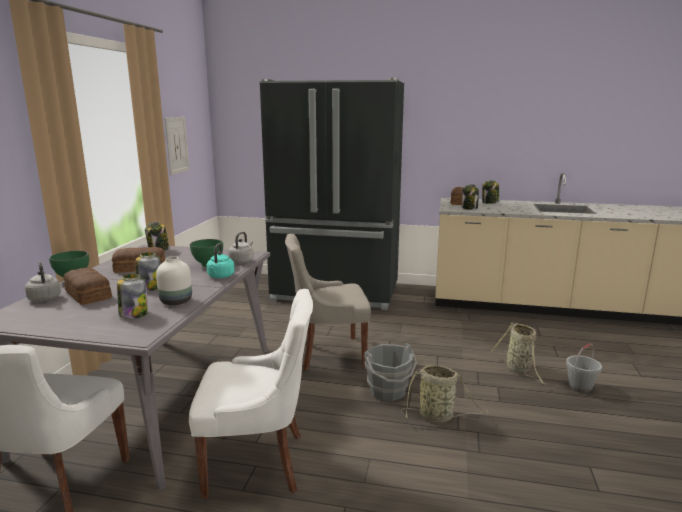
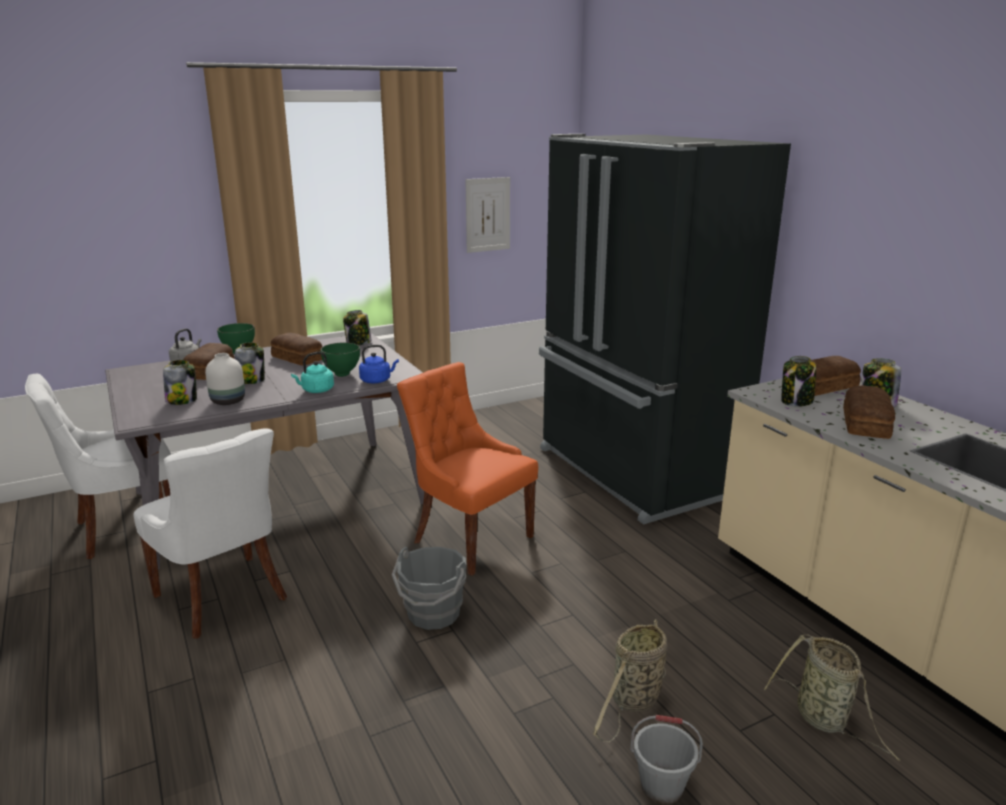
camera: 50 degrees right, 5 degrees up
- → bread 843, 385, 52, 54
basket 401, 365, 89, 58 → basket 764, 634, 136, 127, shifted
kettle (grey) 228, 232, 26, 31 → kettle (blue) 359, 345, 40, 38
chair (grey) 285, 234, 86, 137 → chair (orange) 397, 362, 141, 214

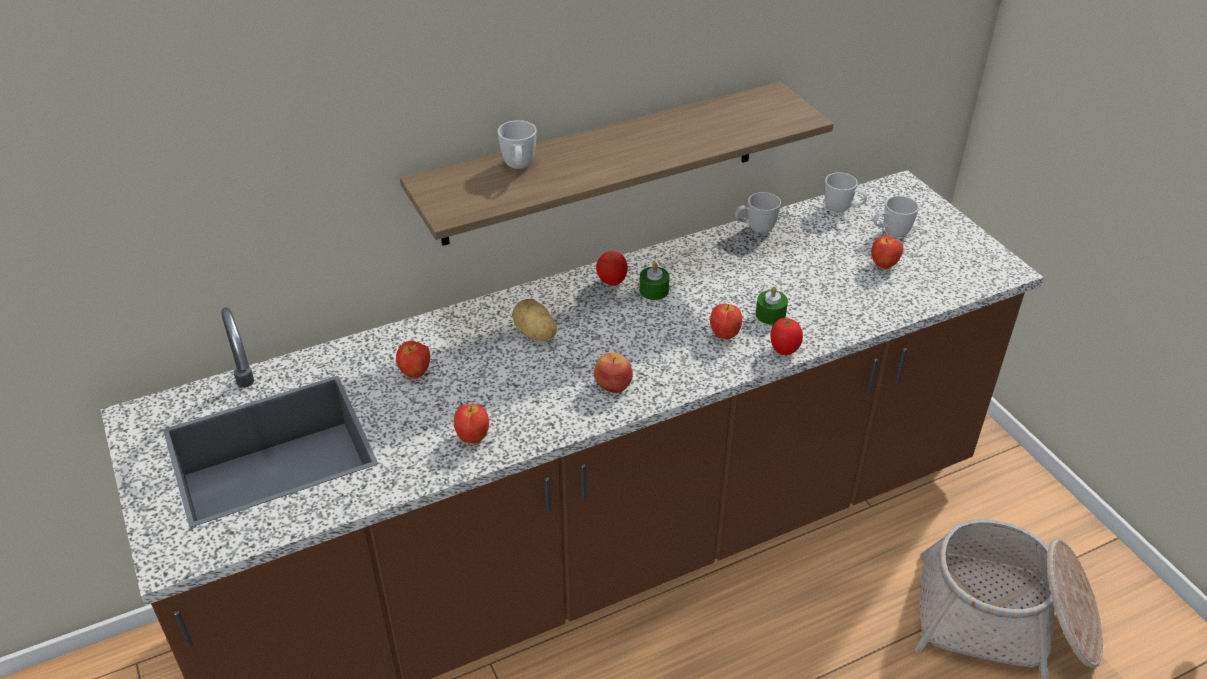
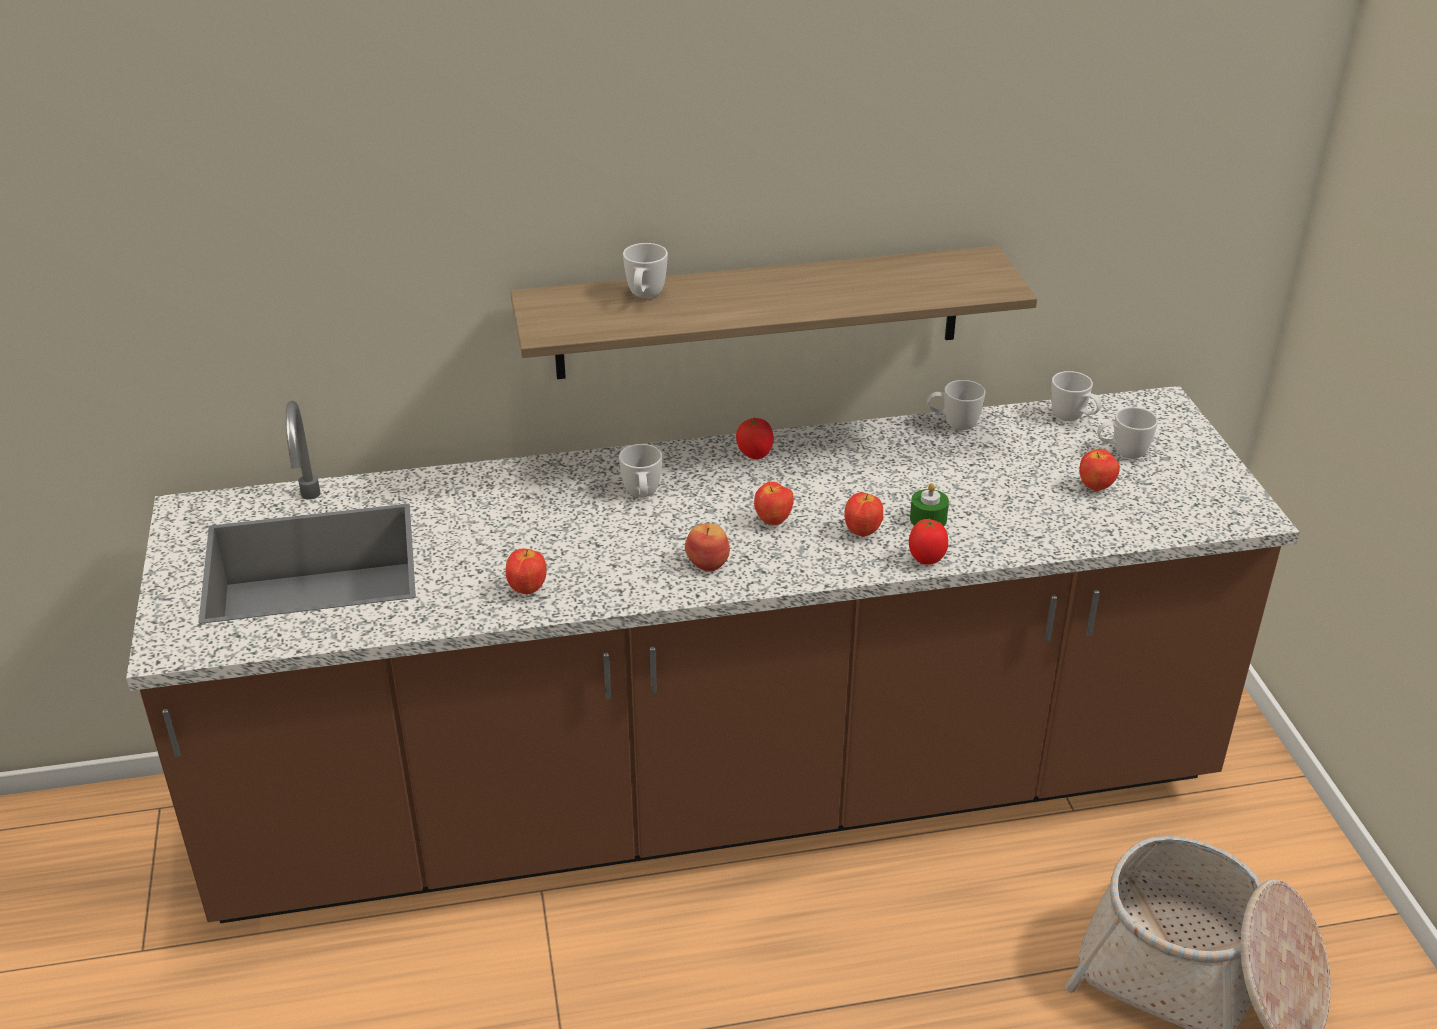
camera: 15 degrees right, 5 degrees down
candle (green) 640, 263, 29, 37 → -
apple 396, 341, 34, 37 → apple 754, 482, 40, 43, shifted
potato 512, 299, 45, 42 → mug (white) 619, 444, 43, 53

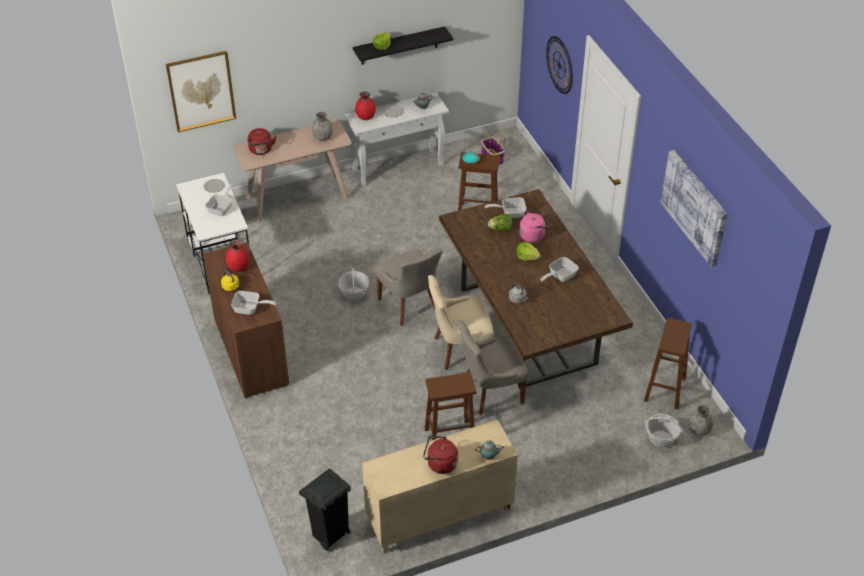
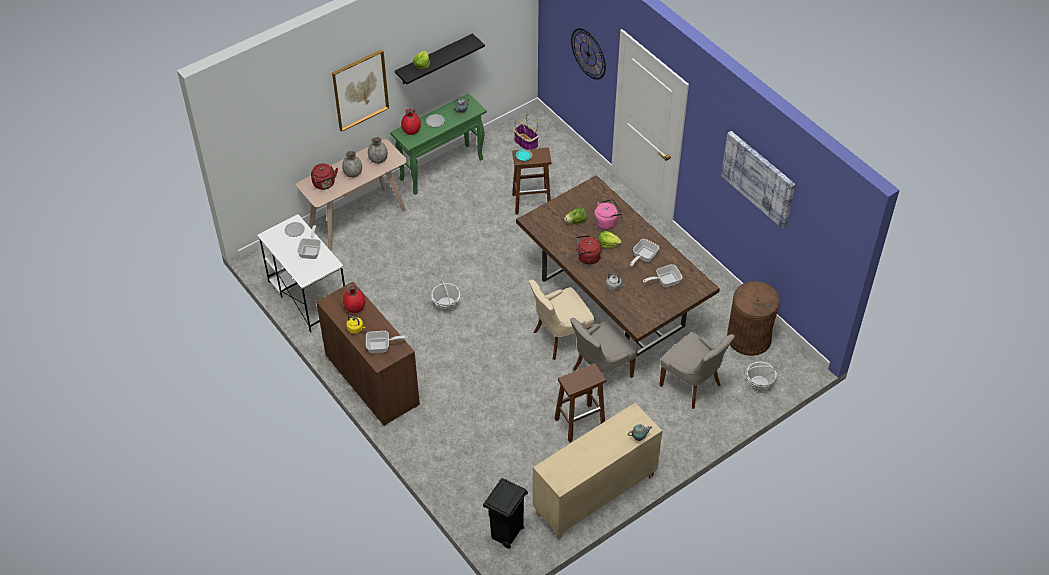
camera: 15 degrees left, 5 degrees up
picture 166, 51, 70, 81 → picture 332, 49, 57, 83, shifted
chair (grey) 375, 248, 68, 78 → chair (grey) 659, 332, 76, 77, shifted
kettle (red) 423, 436, 35, 38 → kettle (red) 576, 235, 26, 30, shifted
frying pan 485, 197, 41, 21 → frying pan 643, 264, 39, 23, shifted
vase (grey) 689, 405, 24, 31 → vase (grey) 342, 150, 20, 28, shifted
stool (brown) 644, 318, 48, 92 → trash can (brown) 727, 281, 53, 75
console table (white) 345, 92, 104, 94 → console table (green) 390, 93, 97, 102

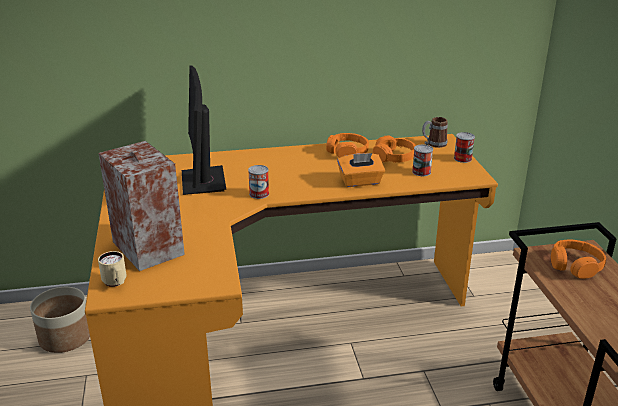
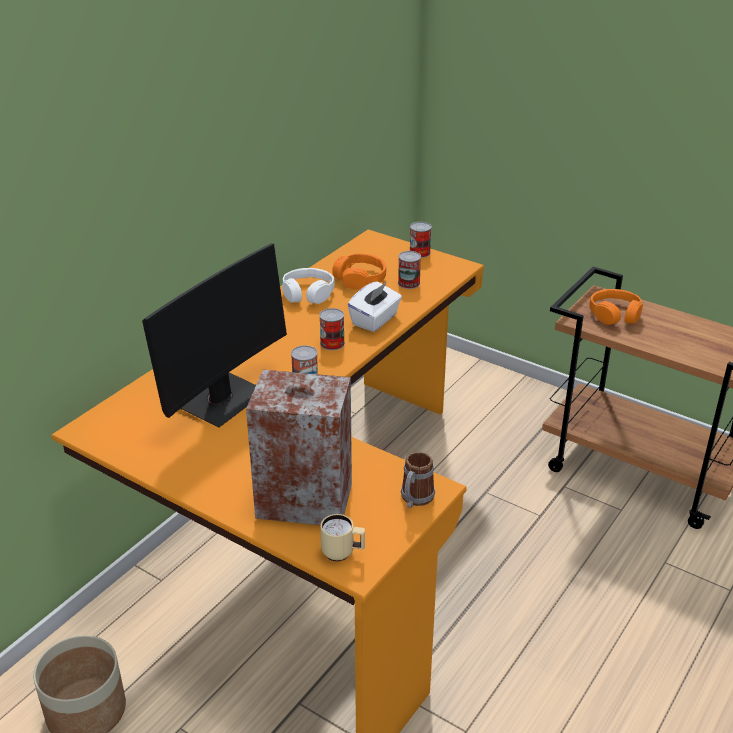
camera: 45 degrees left, 5 degrees up
- → can 319, 308, 26, 42
mug 422, 117, 26, 31 → mug 401, 452, 34, 56, shifted
headphones (orange) 326, 133, 43, 25 → headphones (white) 282, 268, 53, 36
tissue box (orange) 337, 153, 48, 34 → tissue box (white) 348, 281, 54, 51
monitor 182, 66, 44, 129 → monitor 142, 243, 145, 185, 90 degrees counterclockwise

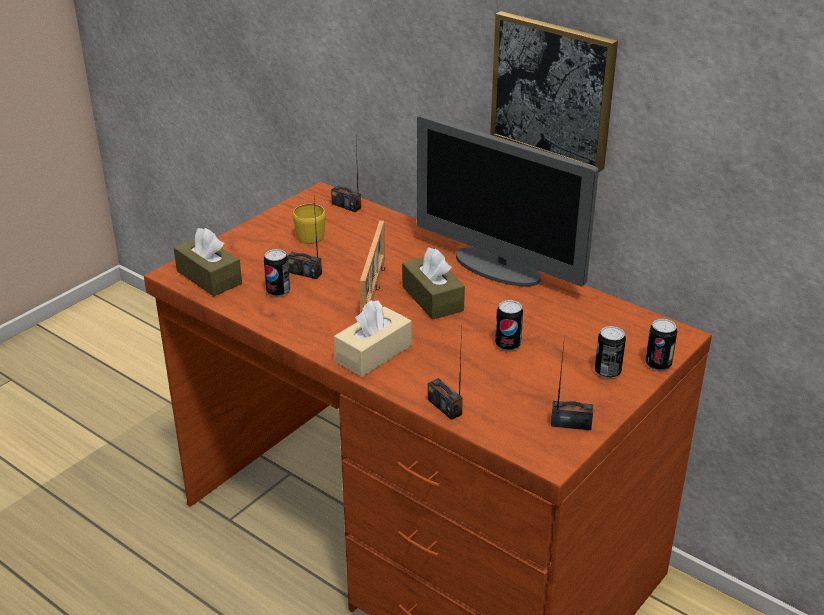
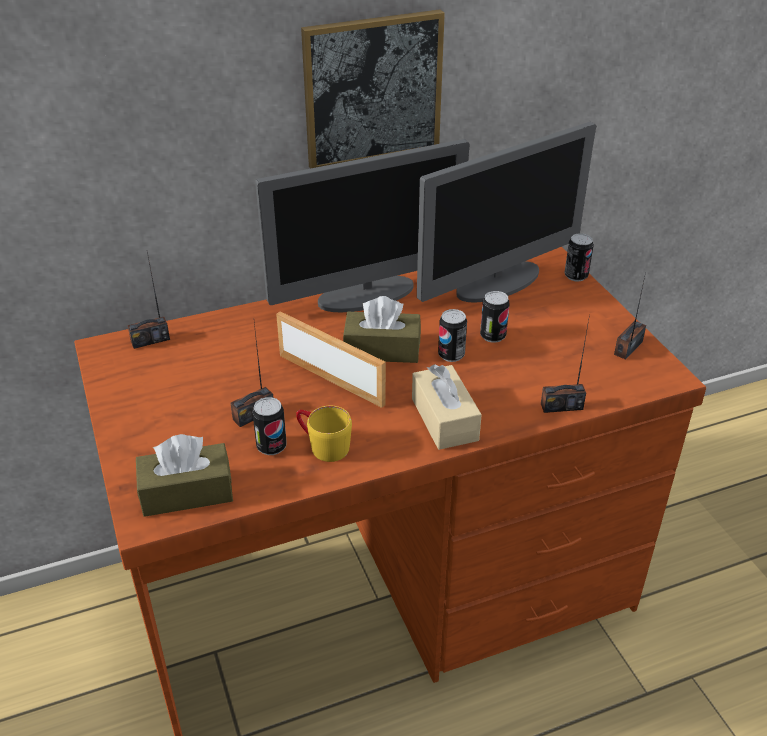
camera: 60 degrees left, 5 degrees up
- → monitor 417, 122, 179, 181
mug (yellow) 293, 202, 33, 42 → mug (yellow) 296, 406, 56, 56, shifted
can 595, 326, 31, 53 → can 438, 309, 29, 53, shifted

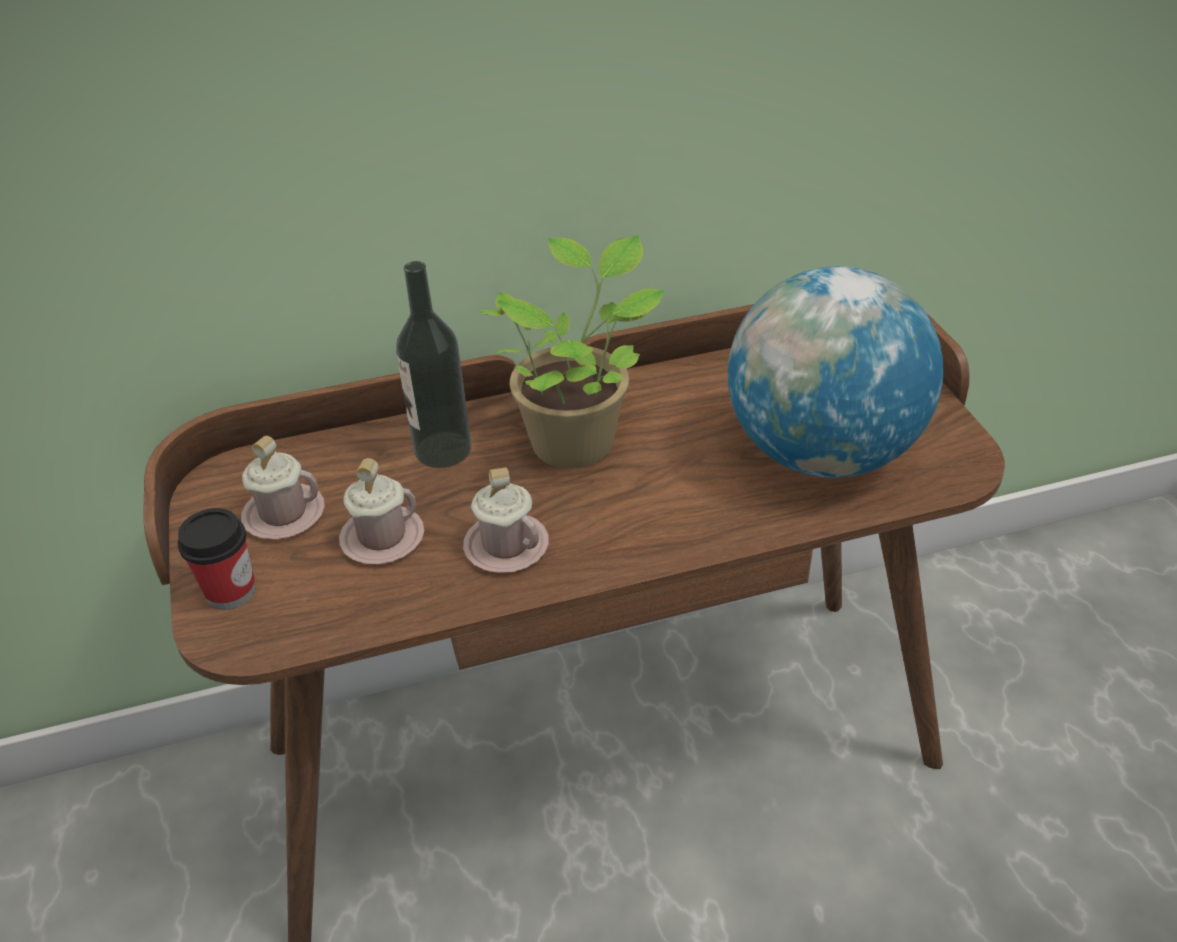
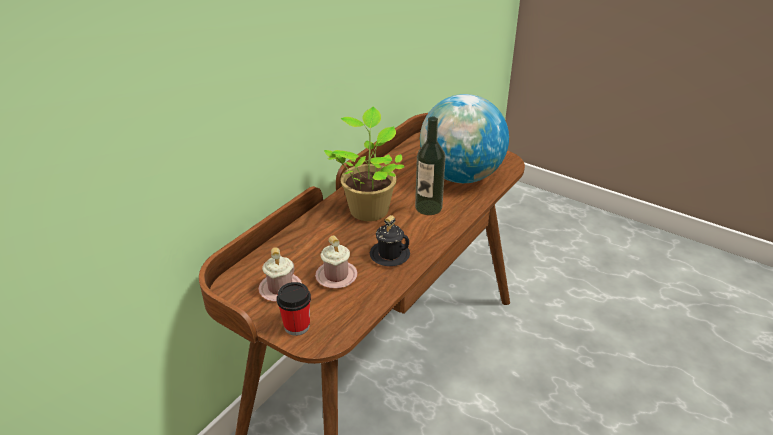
camera: 40 degrees left, 5 degrees down
bottle 396, 261, 75, 207 → bottle 415, 117, 31, 98, shifted
mug (pink) 463, 467, 86, 106 → mug (black) 370, 215, 40, 52

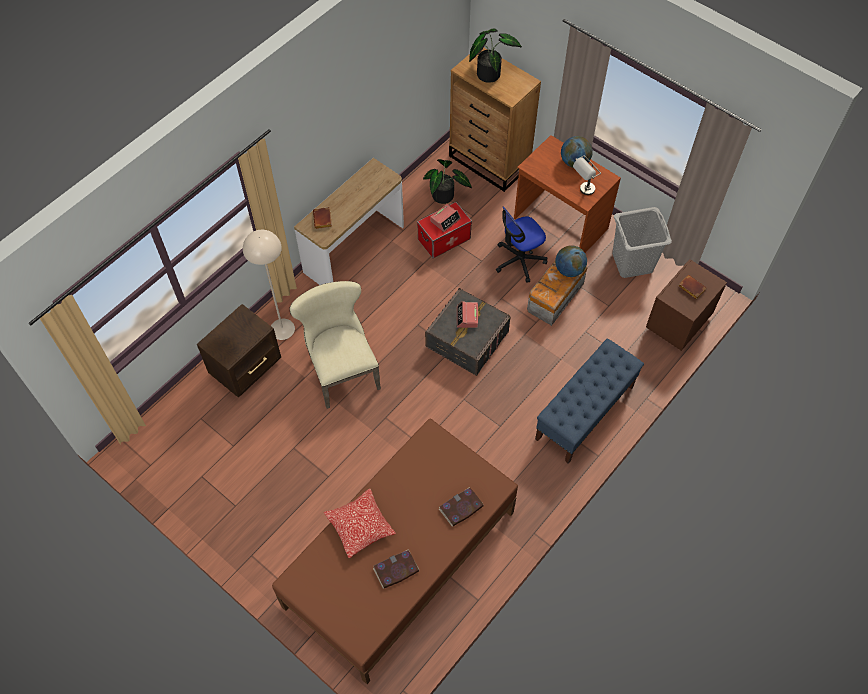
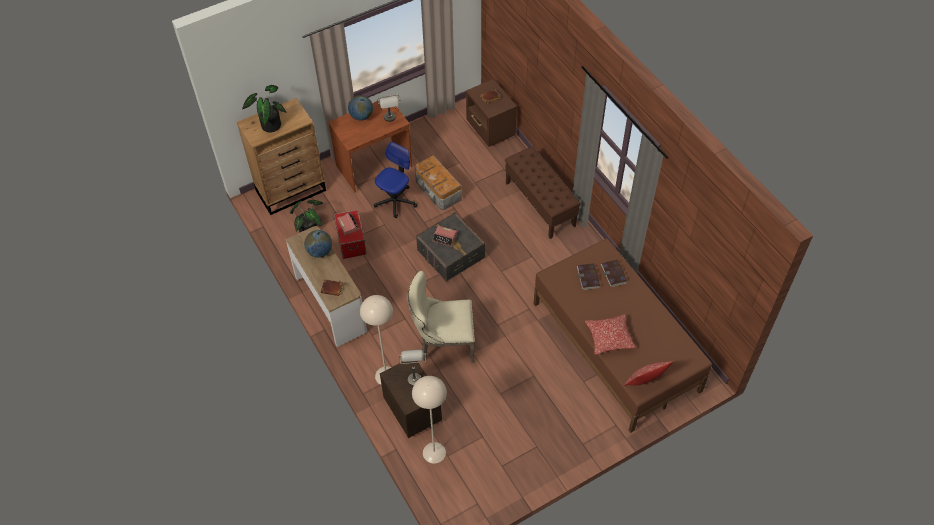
camera: 70 degrees left, 5 degrees down
laundry basket (grey) 612, 207, 60, 71 → -
- → table lamp (grey) 399, 350, 27, 36
- → floor lamp (beige) 412, 376, 35, 88
- → pillow 623, 361, 50, 25
book 373, 549, 46, 39 → book 577, 263, 23, 27, shifted
globe 555, 245, 32, 32 → globe 304, 230, 28, 28, shifted
bench (blue) 535, 339, 109, 125 → bench (brown) 505, 147, 76, 92
office chair 496, 206, 51, 77 → office chair 374, 142, 43, 76, 135 degrees counterclockwise

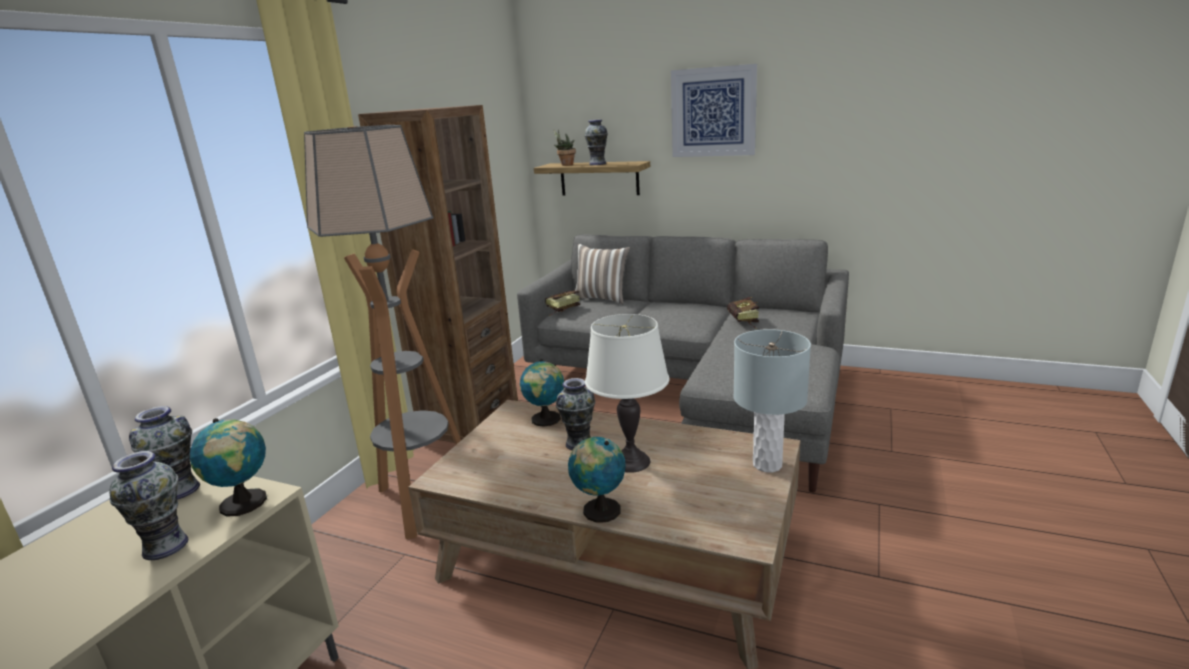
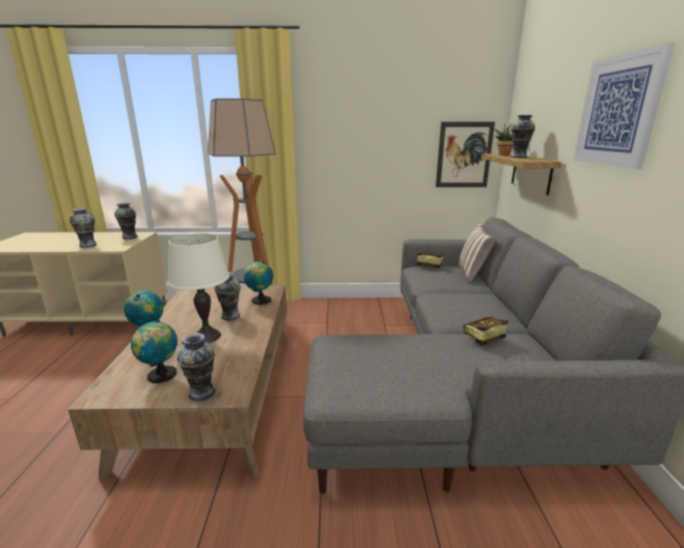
camera: 65 degrees right, 0 degrees up
bookcase (brown) 358, 105, 160, 338 → -
- → picture 436, 122, 59, 65
globe 190, 418, 77, 99 → globe 131, 320, 46, 63, shifted
table lamp (grey) 734, 329, 77, 144 → vase 177, 333, 38, 68

